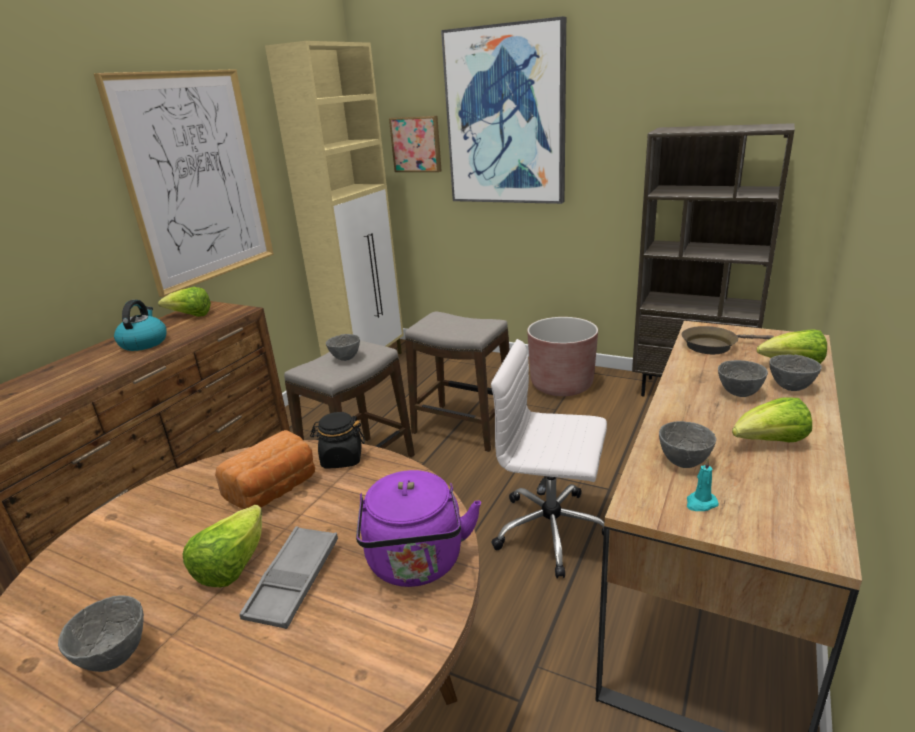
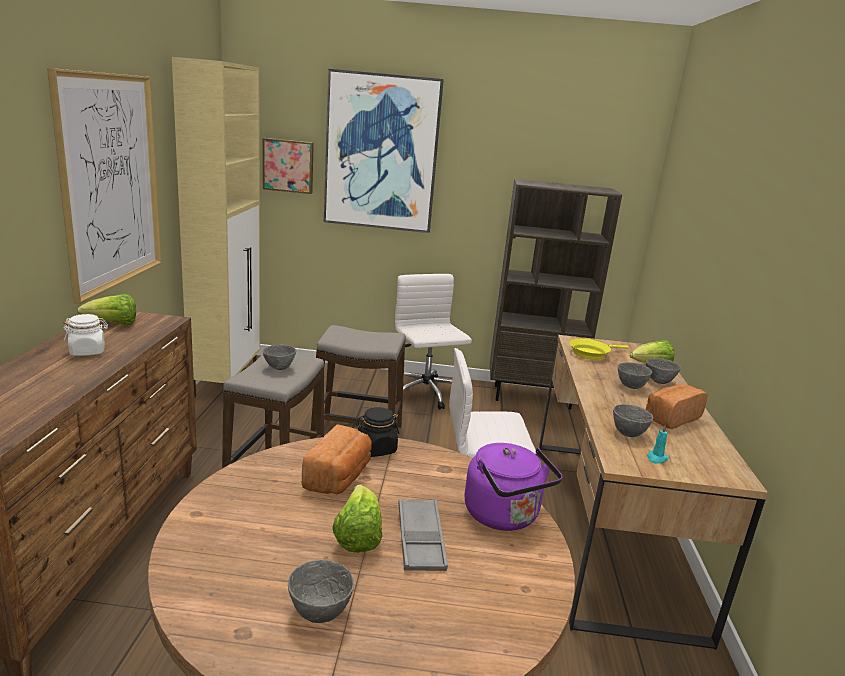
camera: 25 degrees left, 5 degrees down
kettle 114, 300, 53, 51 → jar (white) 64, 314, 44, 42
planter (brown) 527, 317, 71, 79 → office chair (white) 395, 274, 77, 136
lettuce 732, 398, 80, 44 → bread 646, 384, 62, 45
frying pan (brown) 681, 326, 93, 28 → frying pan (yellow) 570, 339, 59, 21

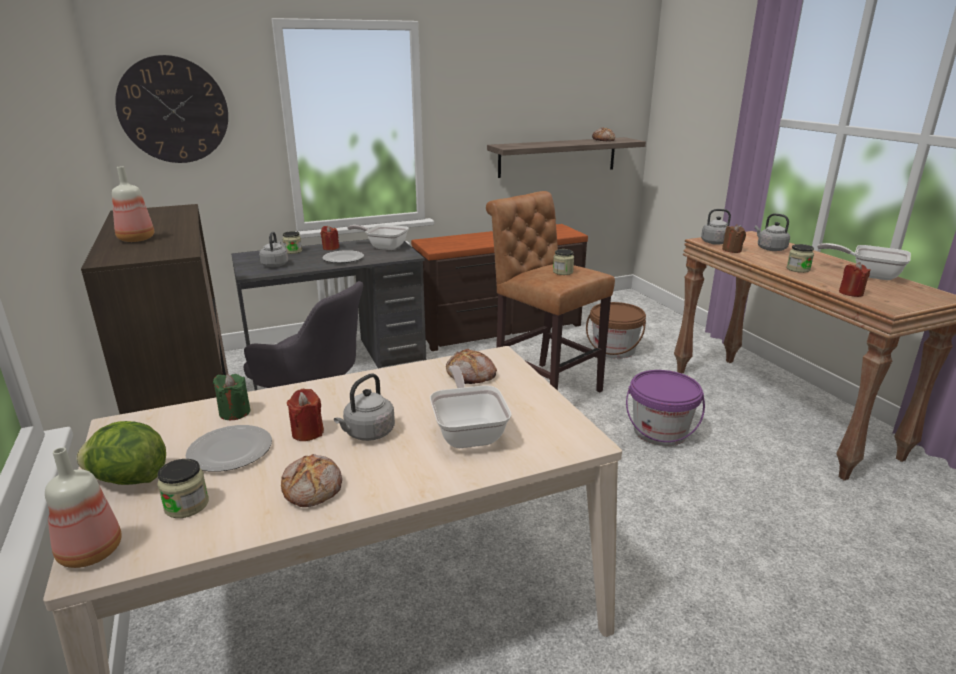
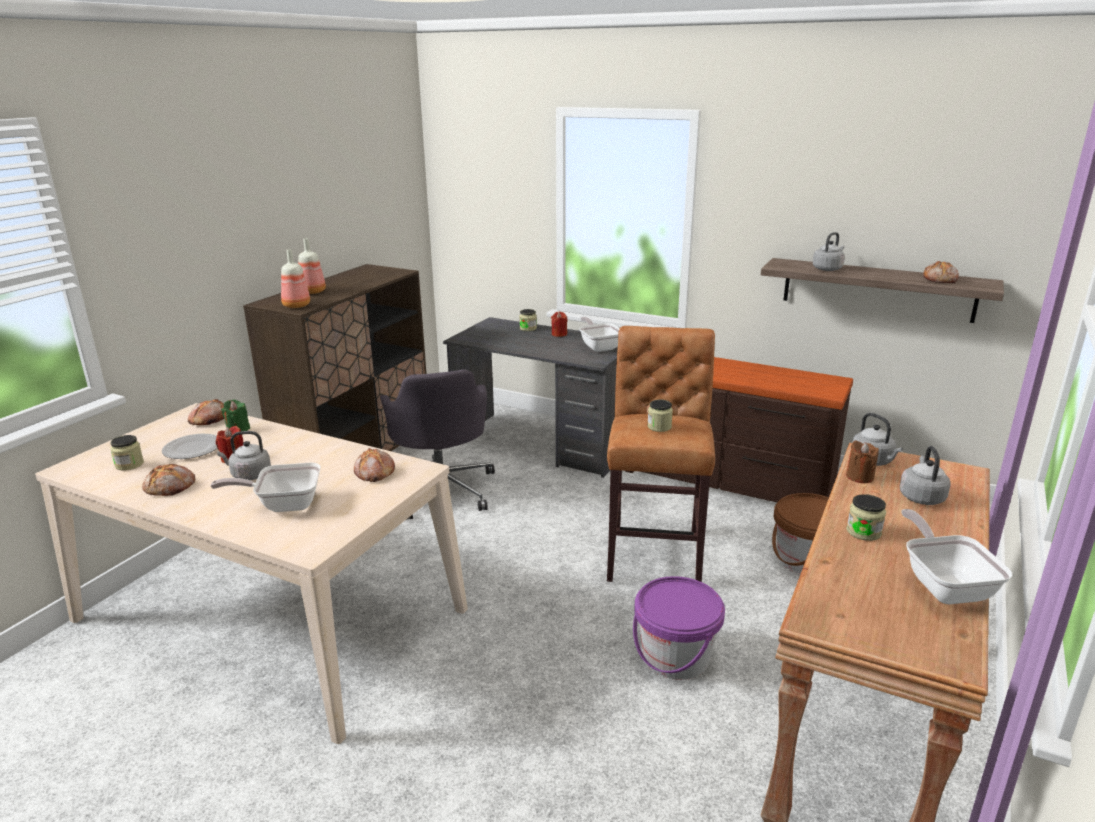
camera: 50 degrees right, 0 degrees up
lettuce 76, 421, 90, 64 → -
wall clock 115, 55, 113, 108 → -
plate 323, 250, 41, 13 → -
candle (red) 839, 262, 32, 35 → -
- → bread 188, 399, 36, 26
bottle 45, 447, 77, 121 → bottle 281, 249, 29, 59, shifted
kettle (grey) 259, 232, 29, 35 → kettle (grey) 813, 232, 32, 39, shifted
frying pan 430, 365, 82, 83 → frying pan 211, 463, 110, 49, 135 degrees counterclockwise

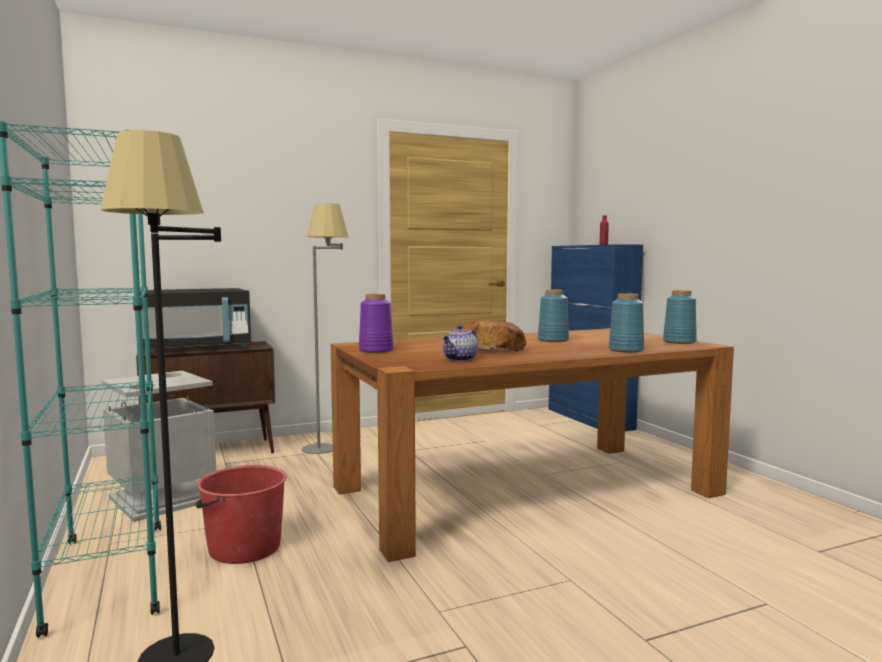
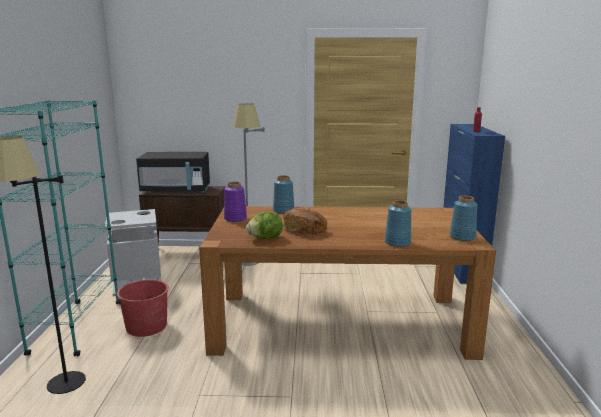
camera: 25 degrees right, 10 degrees up
vase (blue) 538, 290, 31, 52 → vase (blue) 273, 175, 21, 39, shifted
teapot 442, 325, 36, 37 → lettuce 246, 212, 37, 27

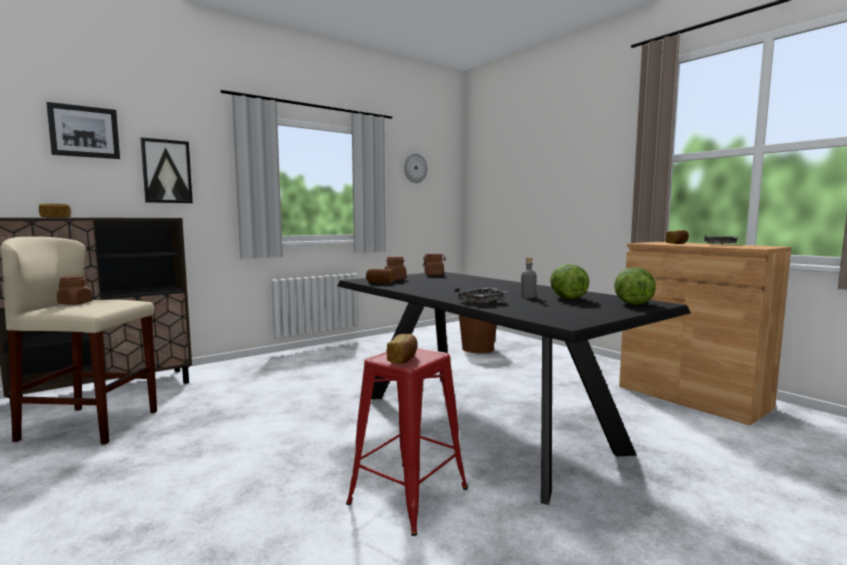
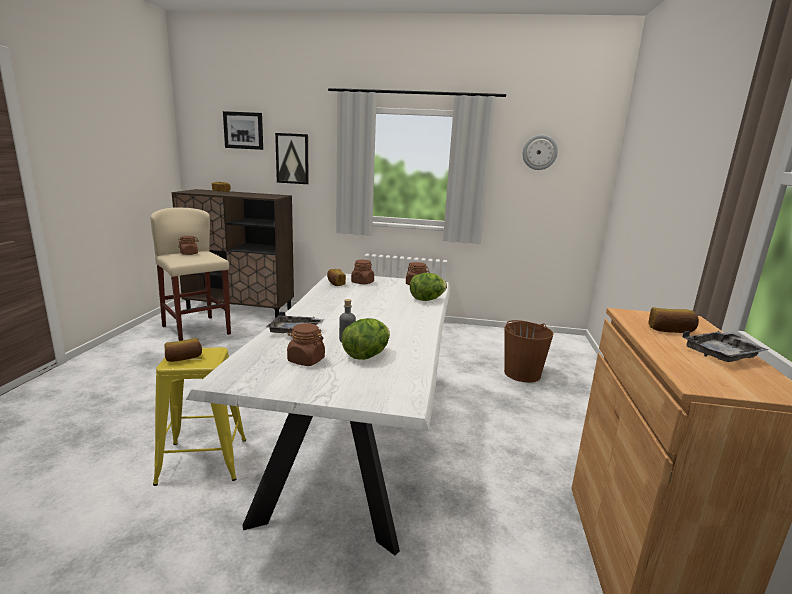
camera: 45 degrees right, 10 degrees up
- → jar (brown) 287, 323, 38, 43
lettuce 614, 267, 42, 38 → lettuce 410, 273, 37, 28, shifted
dining table (black) 337, 272, 354, 233 → dining table (white) 186, 273, 264, 282
stool (red) 346, 348, 122, 188 → stool (yellow) 153, 347, 93, 139

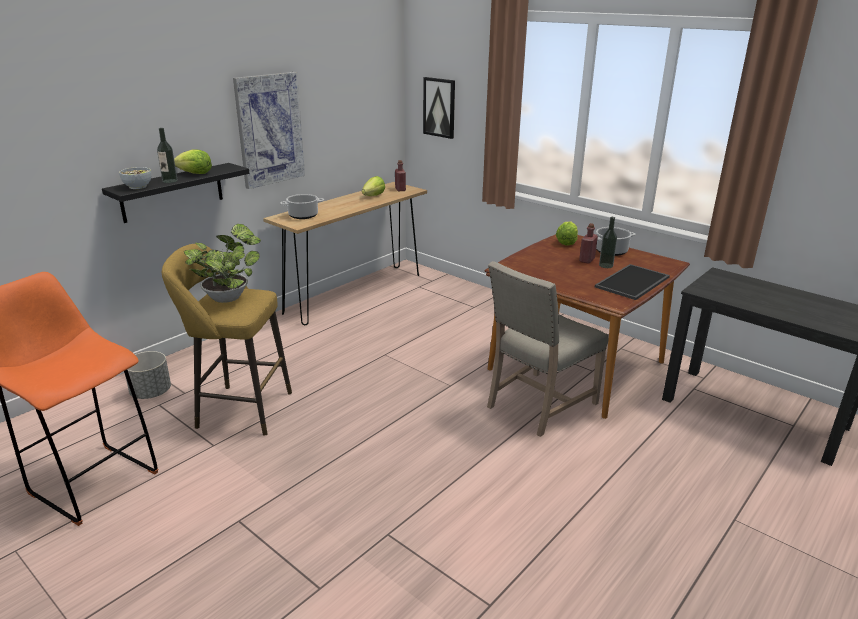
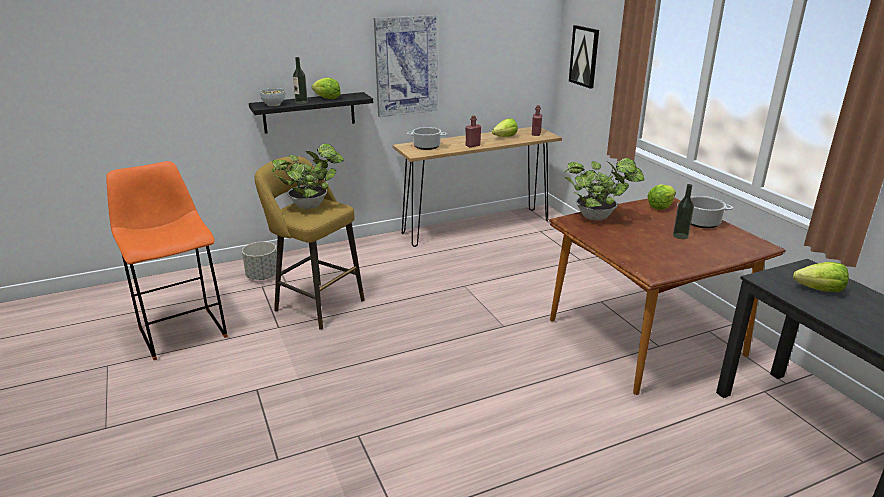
camera: 25 degrees right, 0 degrees up
chair (beige) 487, 261, 121, 176 → -
tray 595, 264, 75, 36 → -
- → potted plant 564, 158, 81, 63
- → lettuce 793, 262, 56, 30
bottle (red) 579, 223, 19, 41 → bottle (red) 466, 115, 15, 33, shifted

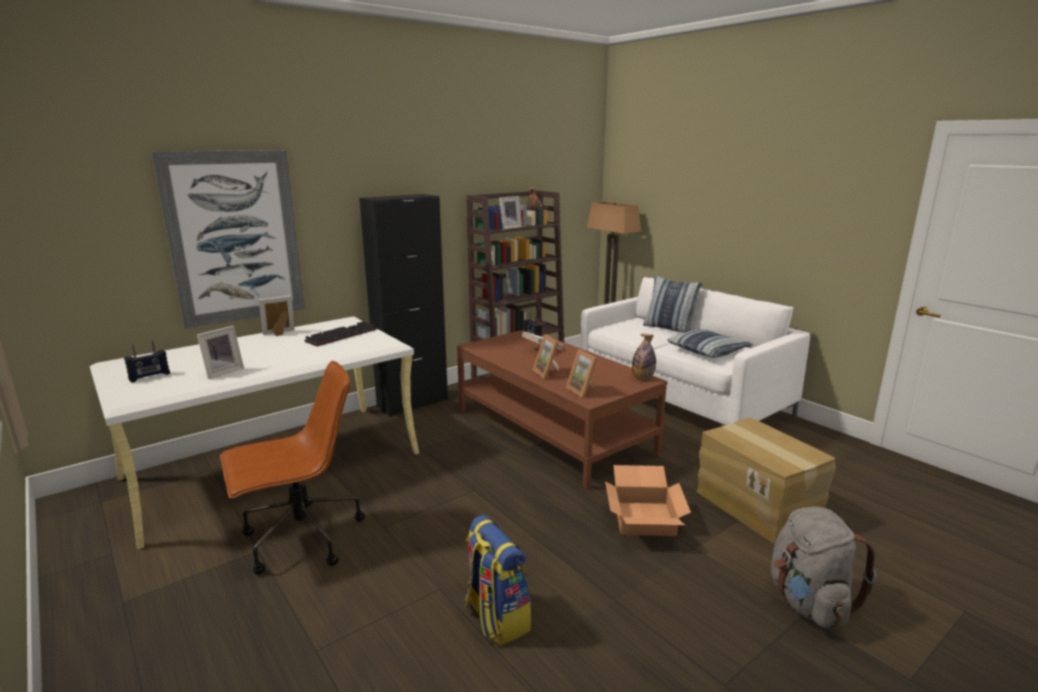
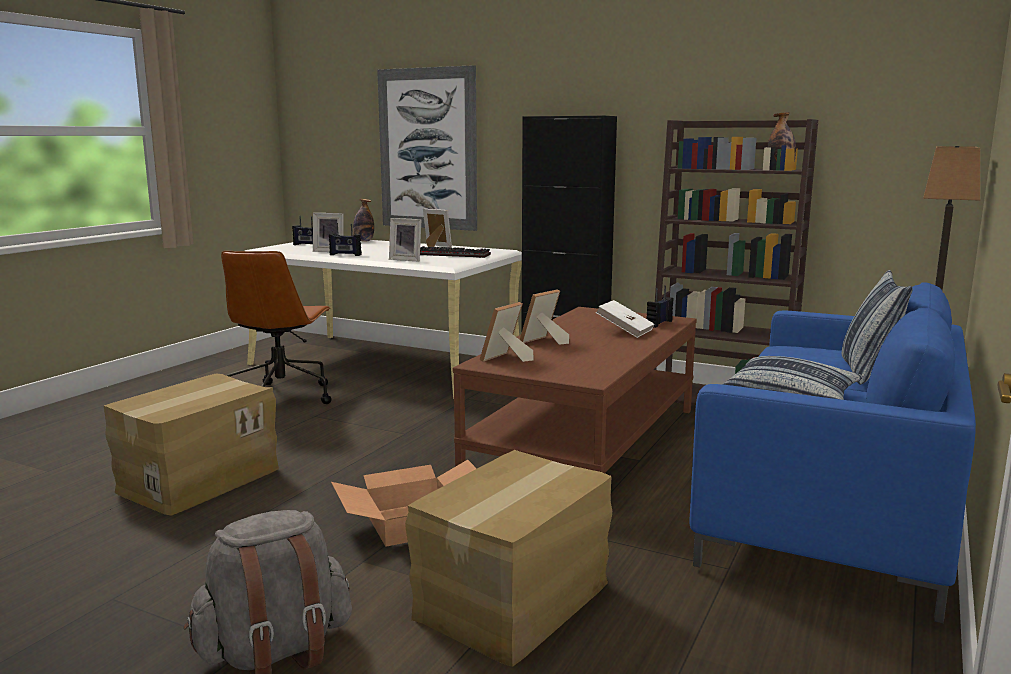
camera: 65 degrees right, 5 degrees down
- → radio 329, 223, 33, 33
picture frame 499, 196, 23, 34 → picture frame 389, 218, 33, 44, shifted
bottle 632, 333, 24, 46 → bottle 353, 199, 21, 43, shifted
backpack 464, 515, 67, 131 → cardboard box 104, 374, 175, 142
sofa (white) 581, 277, 229, 149 → sofa (blue) 690, 282, 286, 341
office chair (brown) 220, 361, 145, 214 → office chair (brown) 221, 251, 110, 153, 60 degrees clockwise

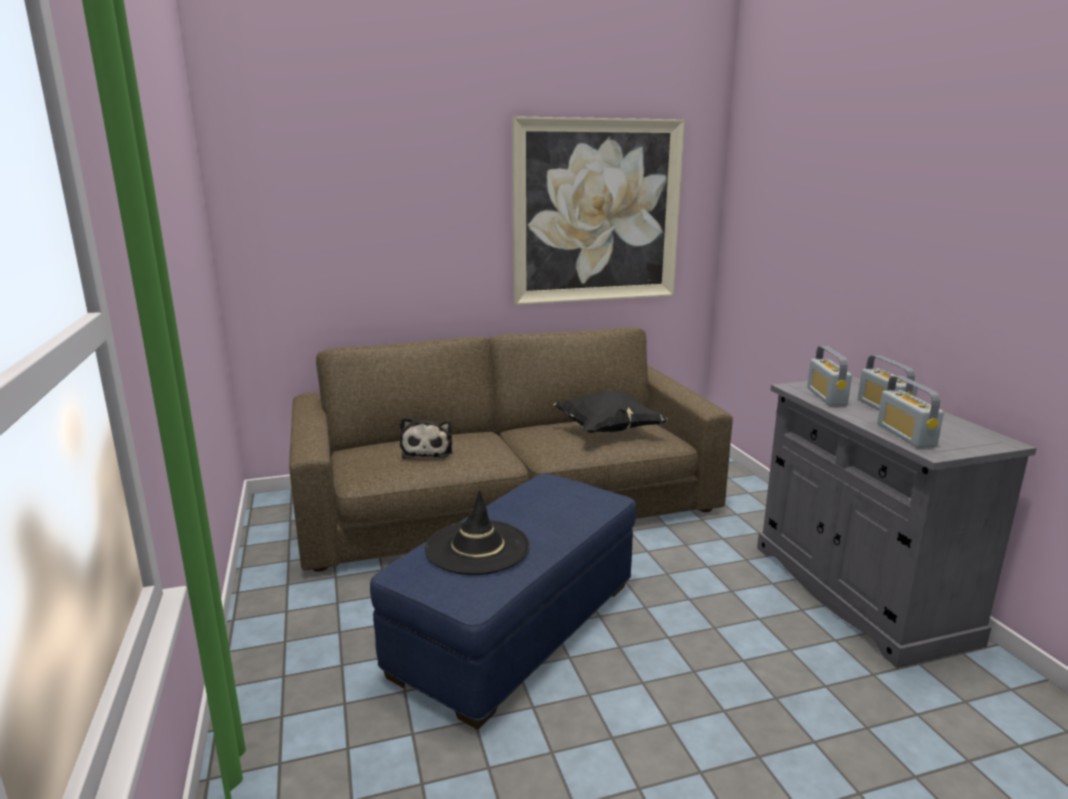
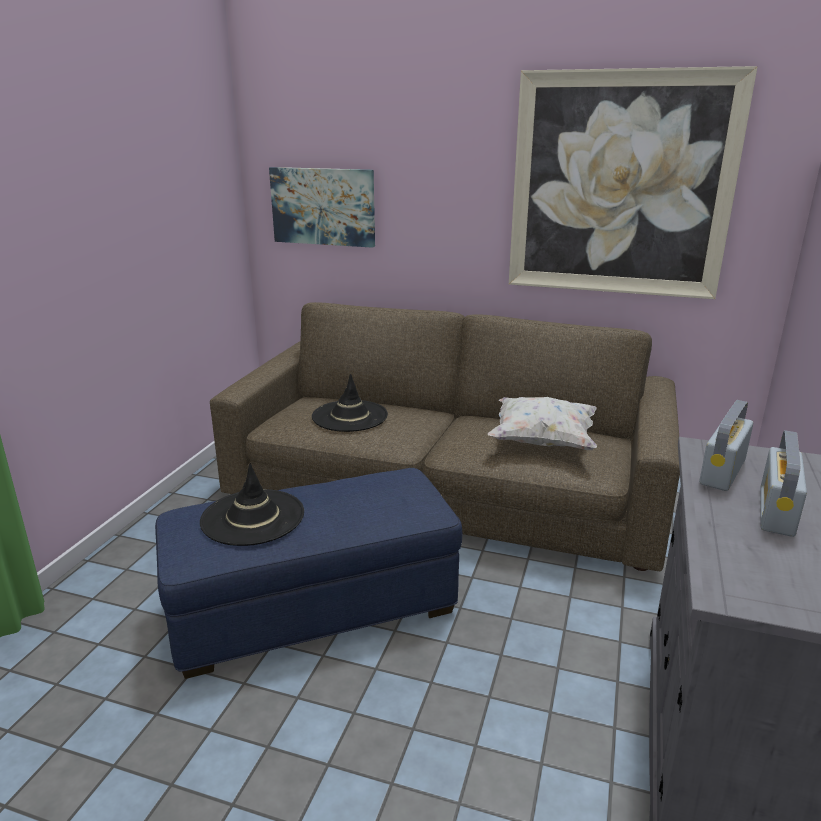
camera: 35 degrees right, 5 degrees up
radio 877, 376, 67, 72 → -
- → picture 269, 167, 106, 81
plush toy 400, 416, 52, 43 → hat (black) 312, 373, 76, 59
pillow (black) 552, 391, 116, 42 → pillow (white) 488, 397, 109, 53

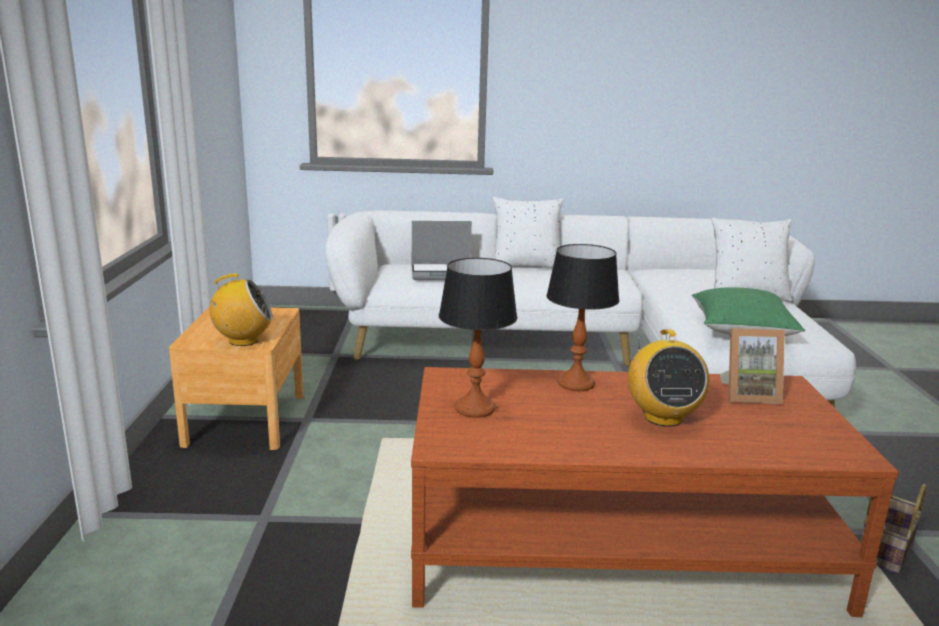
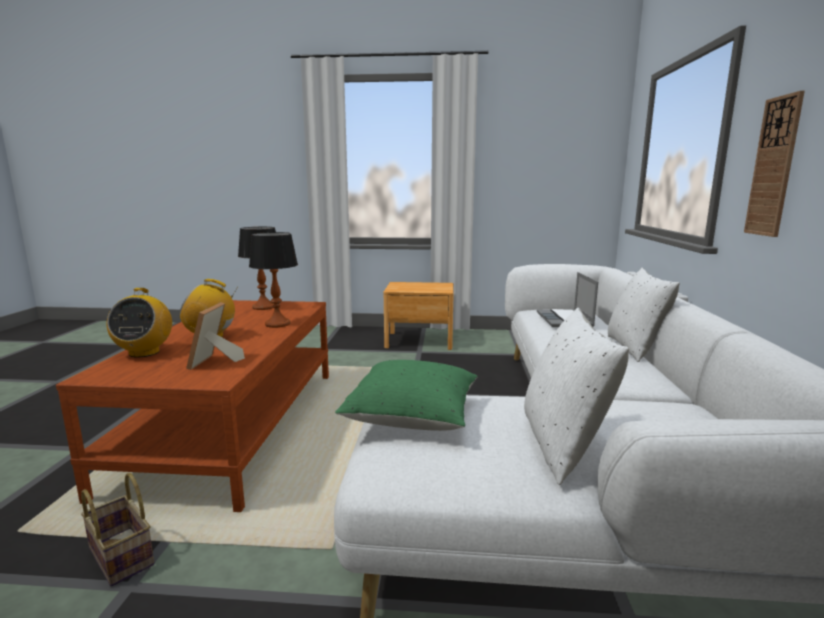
camera: 95 degrees right, 5 degrees down
- → wall clock 744, 91, 61, 146
radio 204, 274, 69, 72 → radio 106, 288, 66, 70, shifted

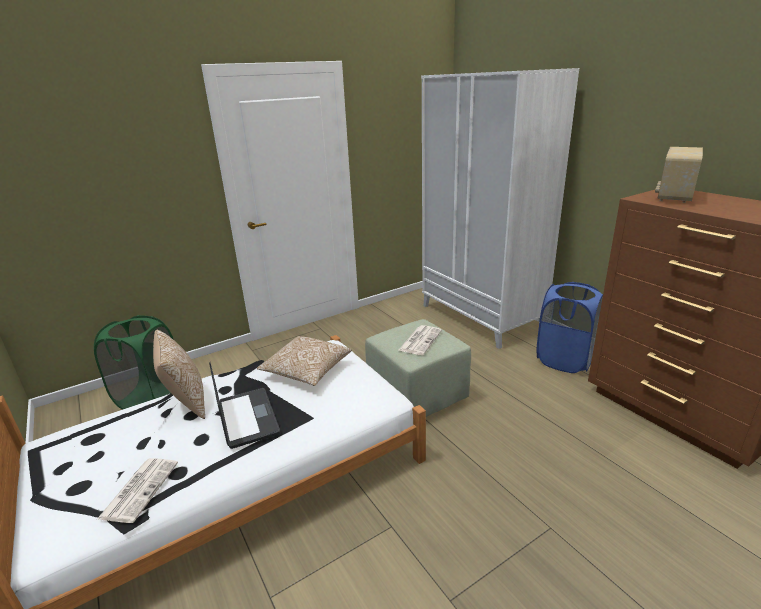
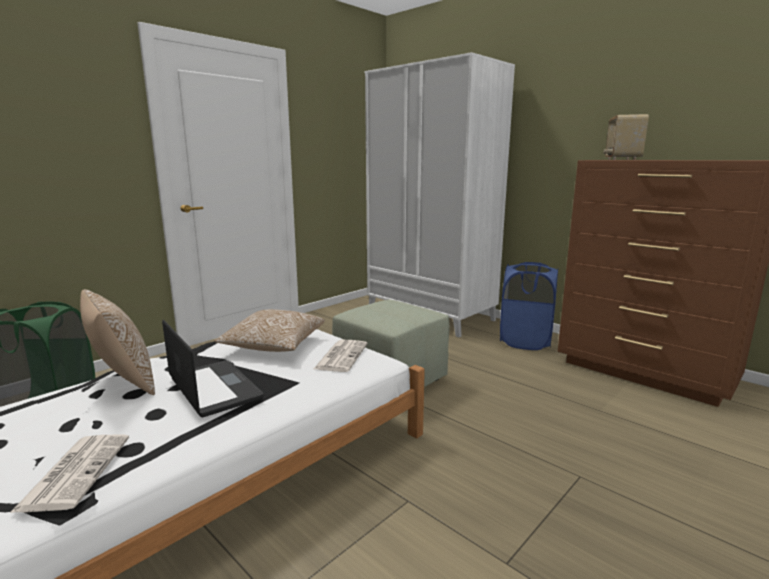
camera: 15 degrees left, 10 degrees down
newspaper 399, 325, 43, 30 → newspaper 314, 340, 53, 32, shifted

